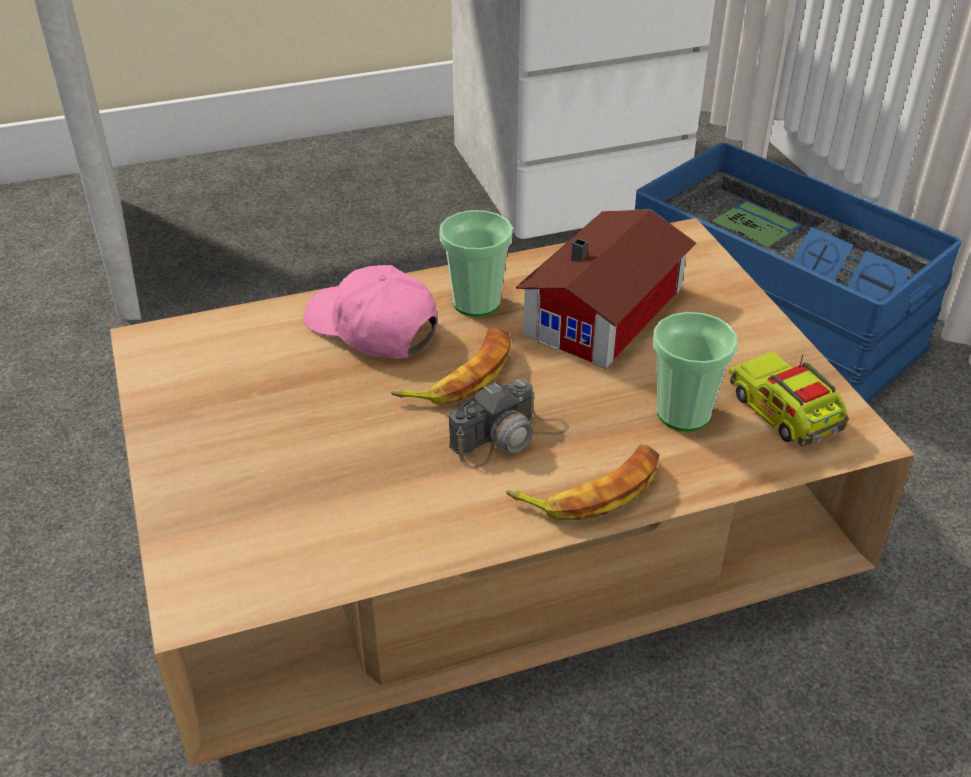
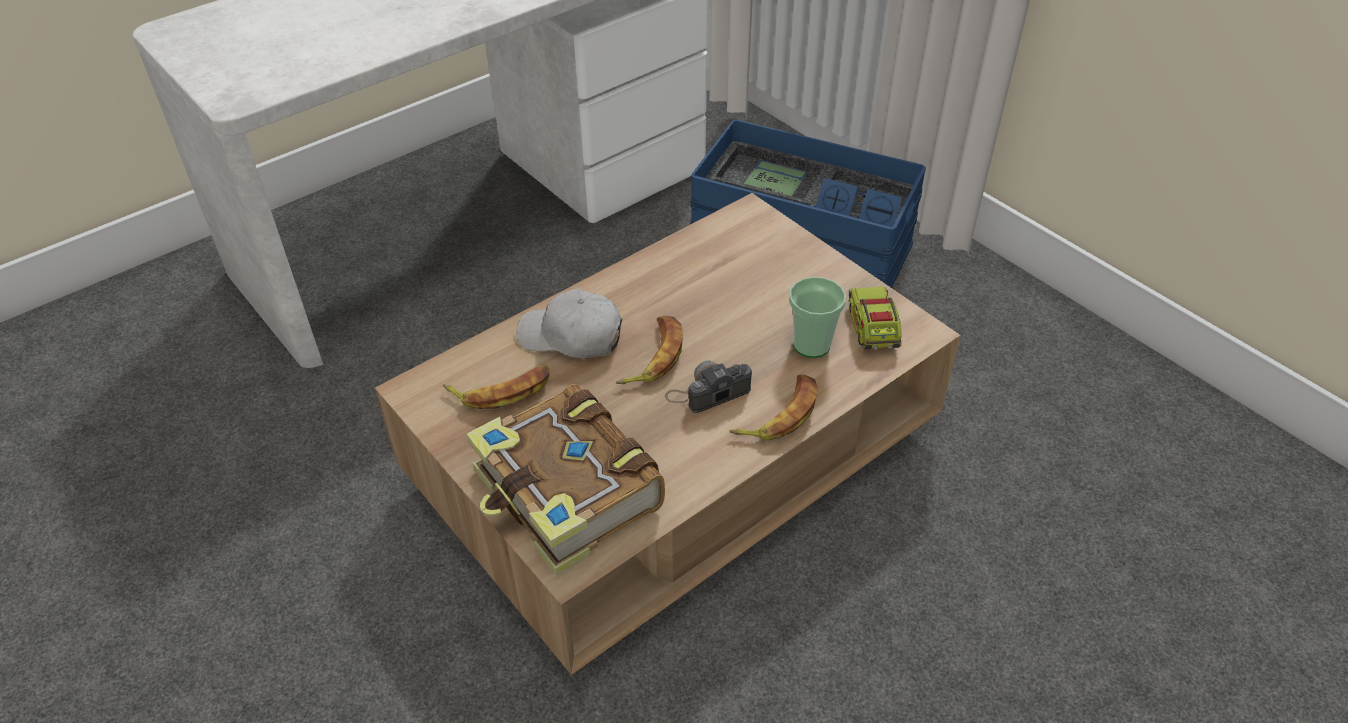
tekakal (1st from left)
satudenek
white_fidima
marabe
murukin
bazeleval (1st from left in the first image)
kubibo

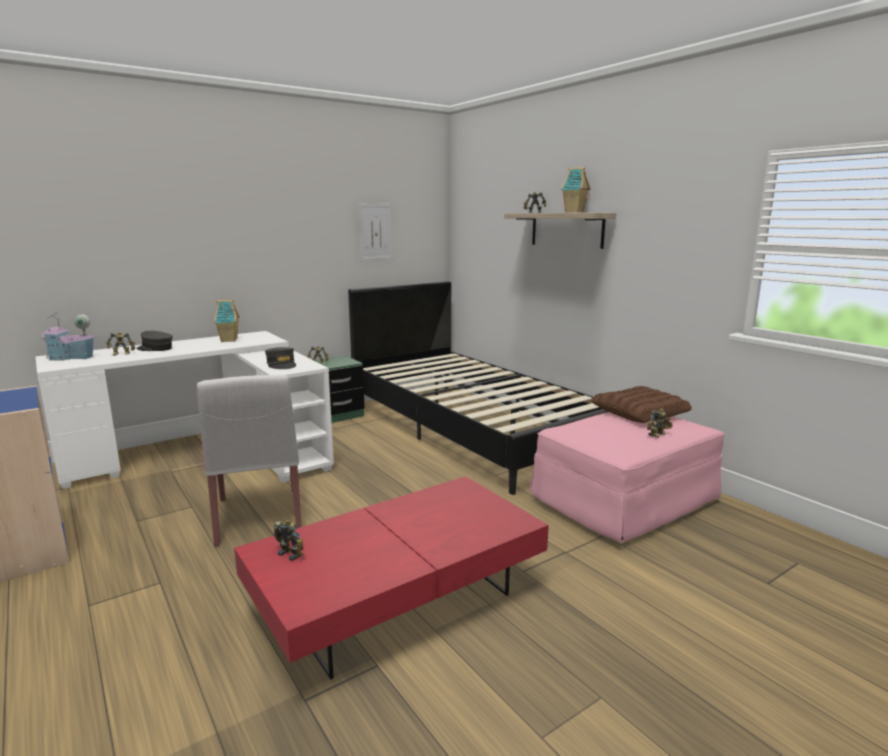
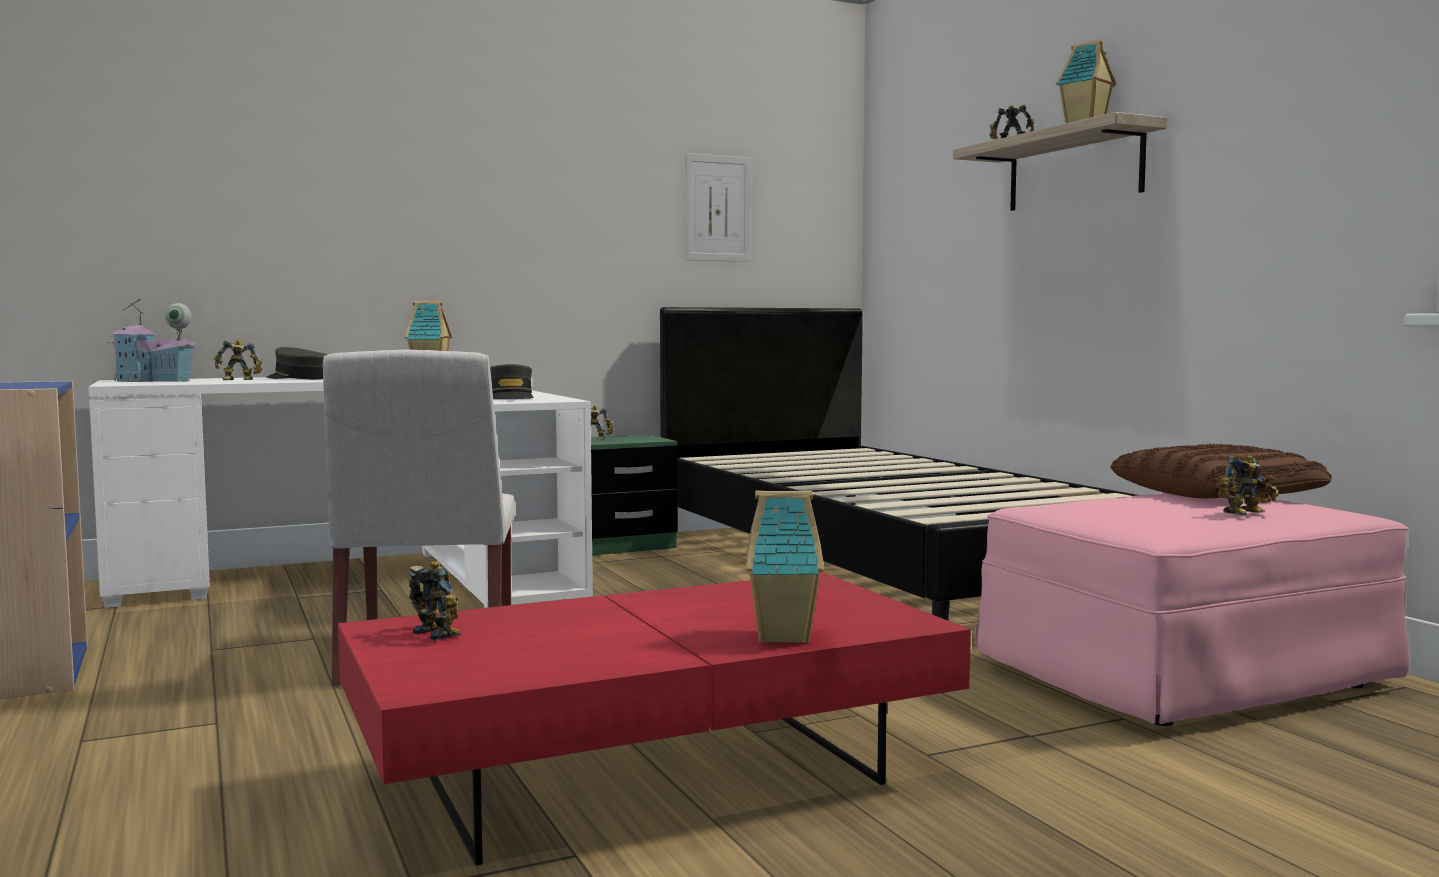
kubibo (3rd from left)

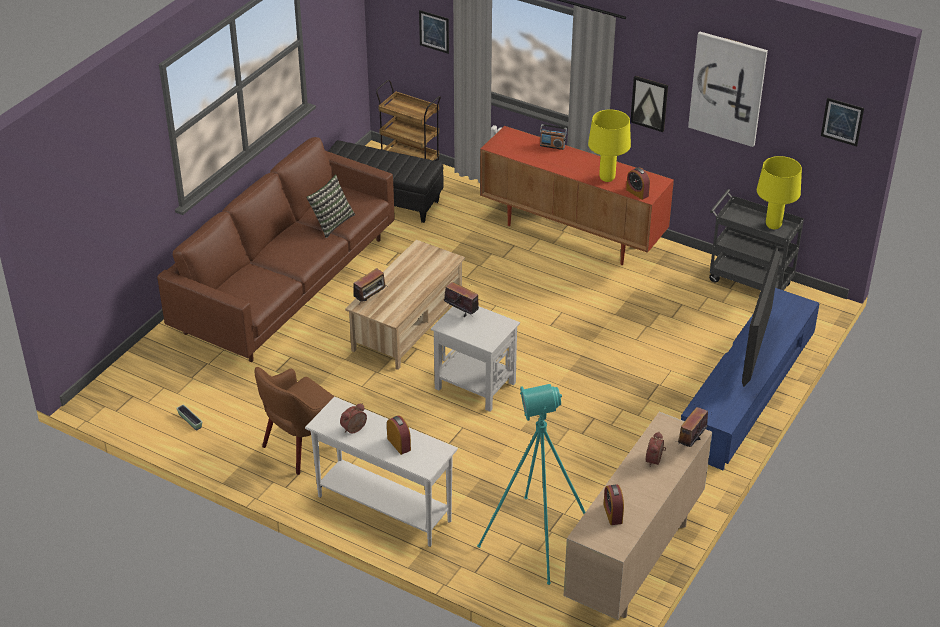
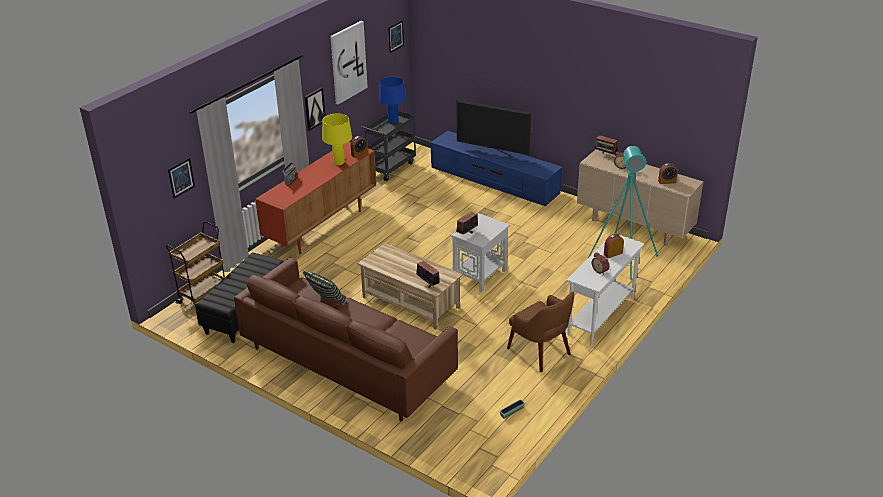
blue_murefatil

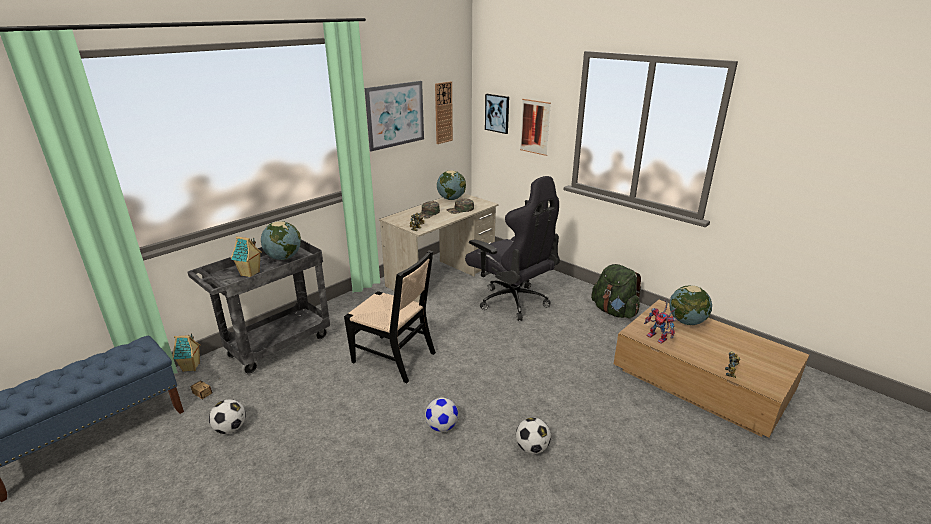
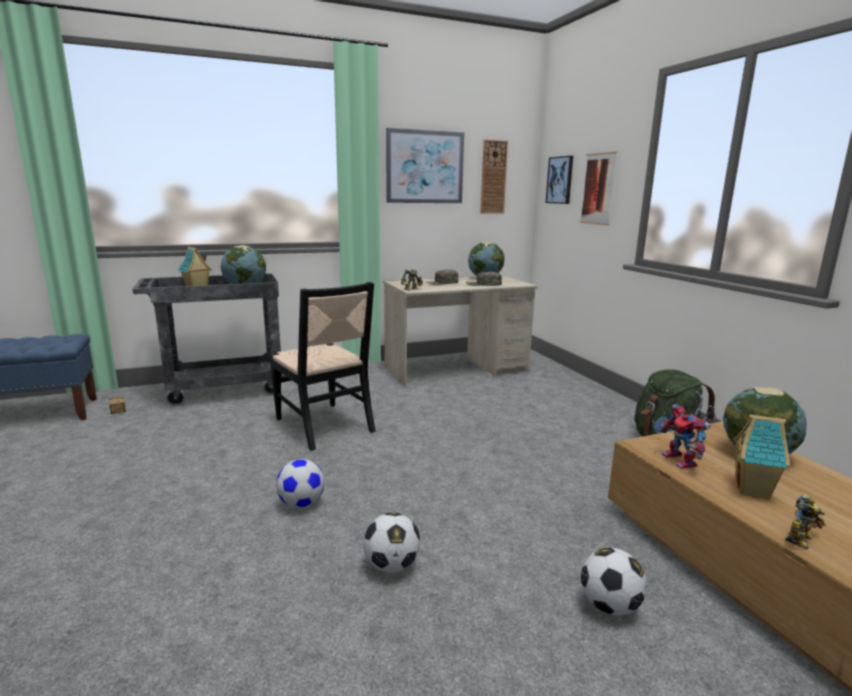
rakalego (3rd from left)
kubibo (2nd from left)
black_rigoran

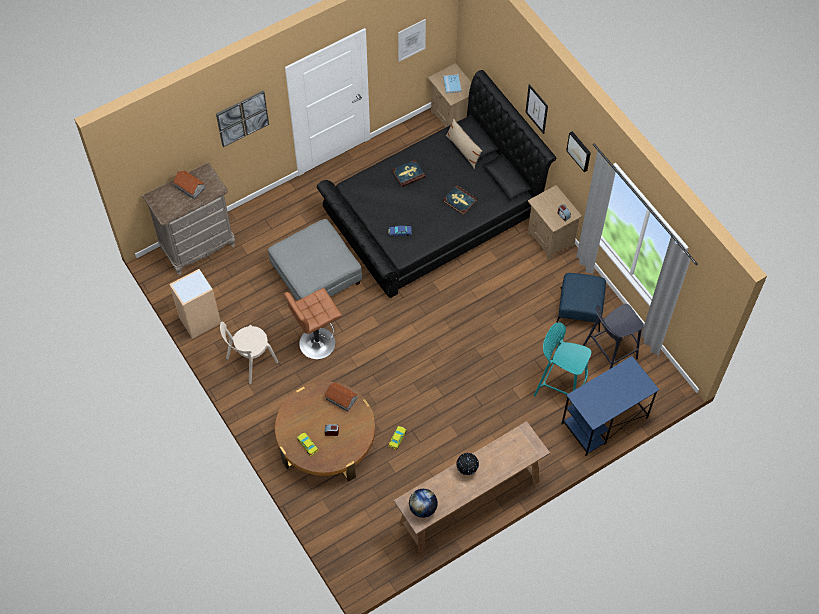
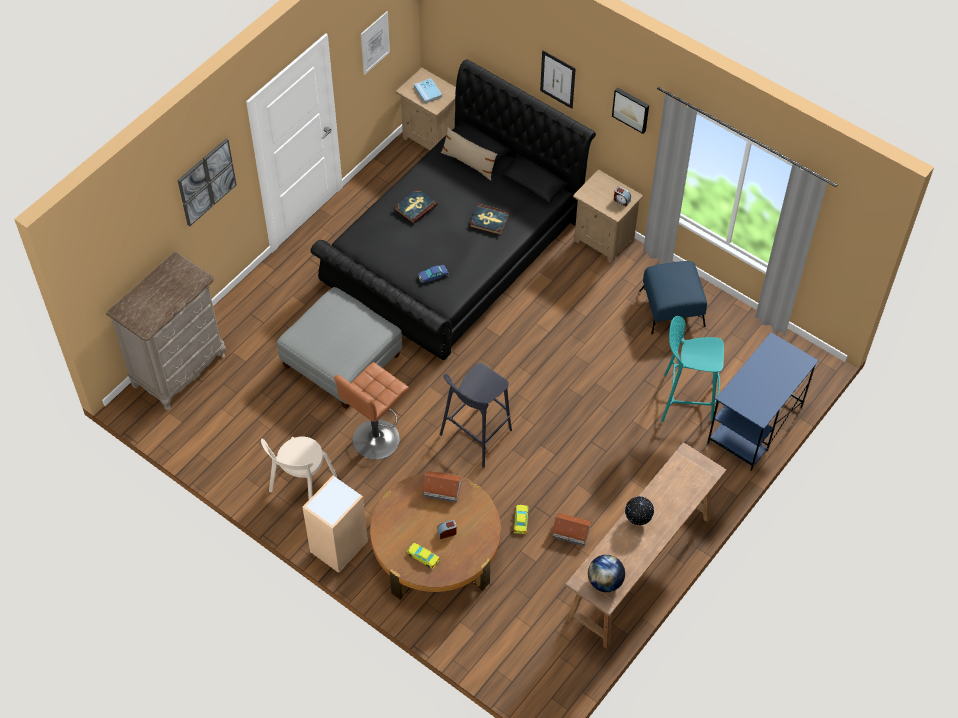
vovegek
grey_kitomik
kubibo (2nd from left)

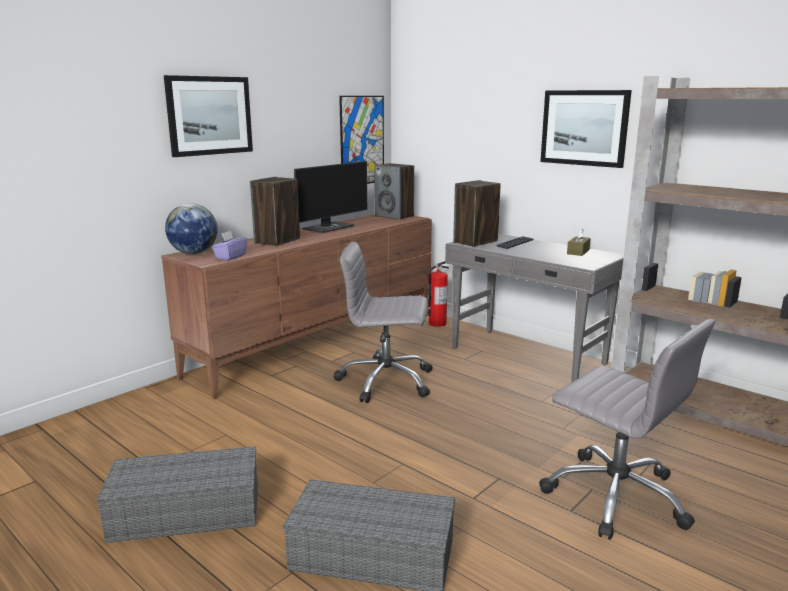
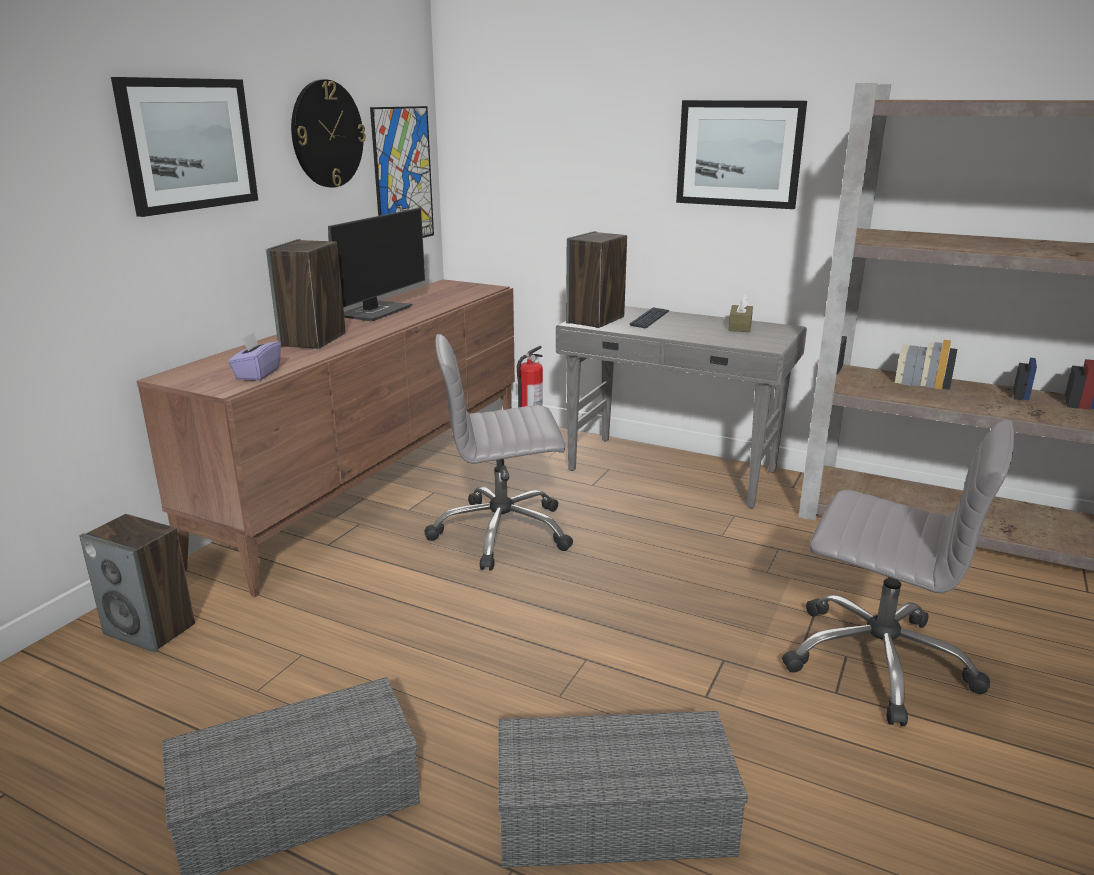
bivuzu (1st from left)
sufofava
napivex

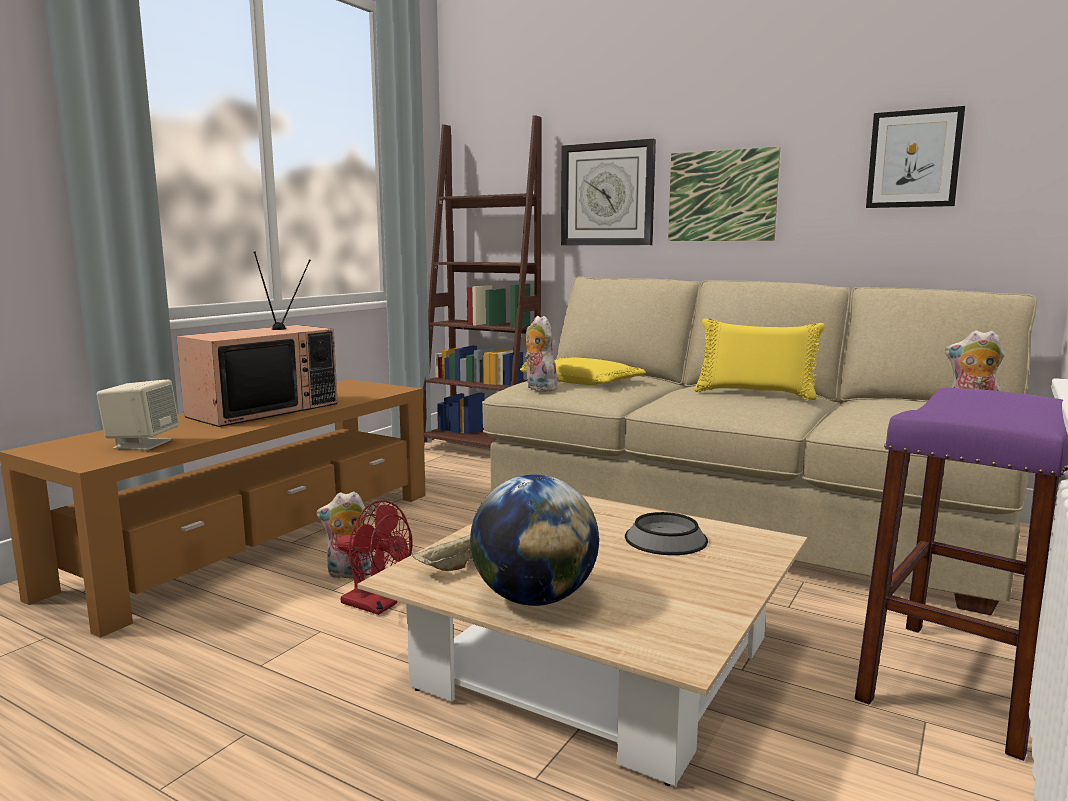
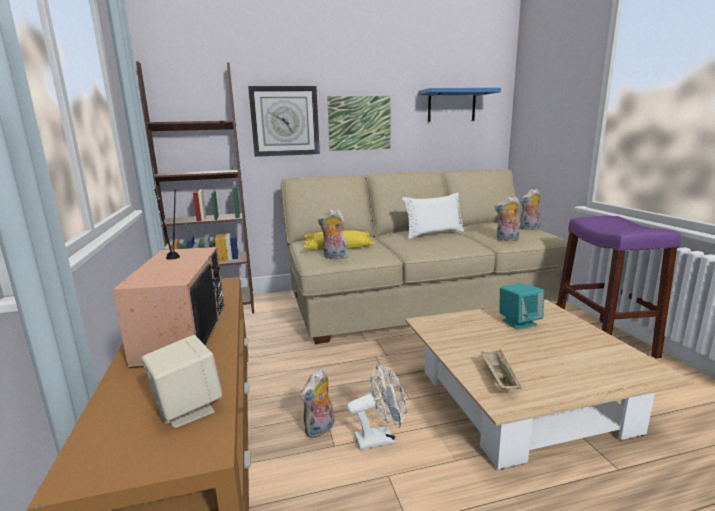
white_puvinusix
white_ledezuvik
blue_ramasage
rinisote (3rd from left)
turquoise_bivuzu
napivex

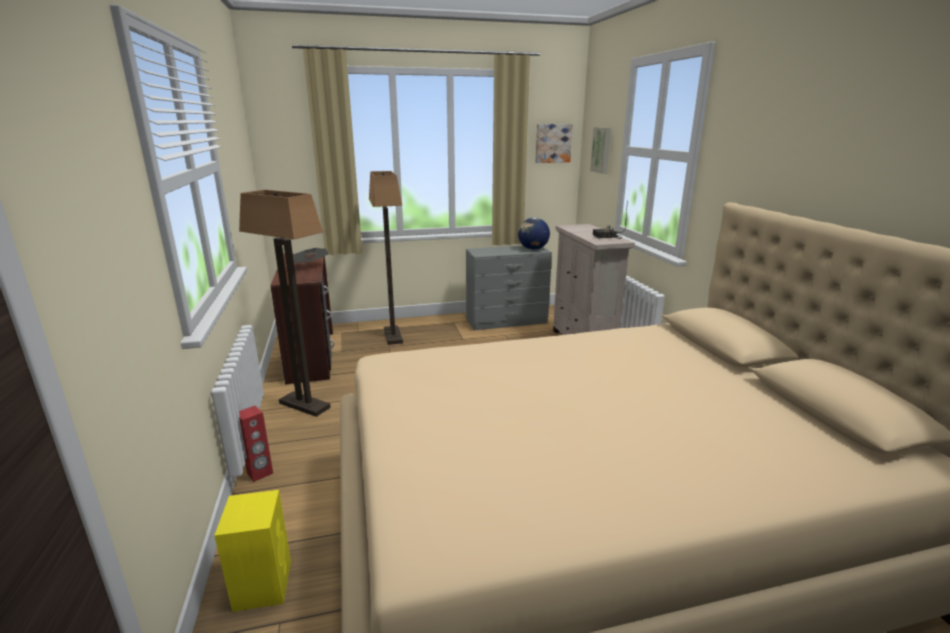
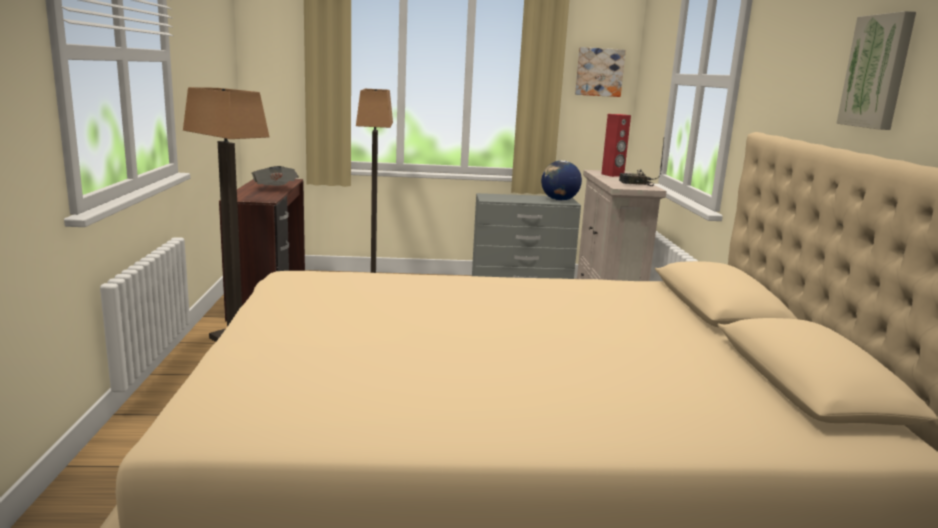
red_bivuzu
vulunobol (2nd from left)
yellow_bivuzu

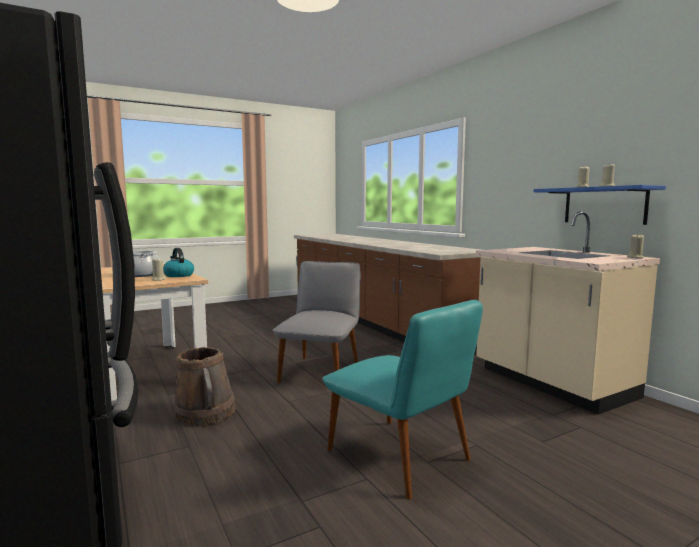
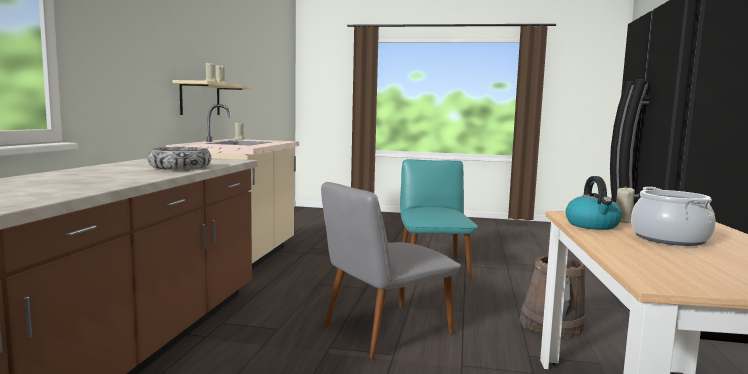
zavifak
beige_ramasage

